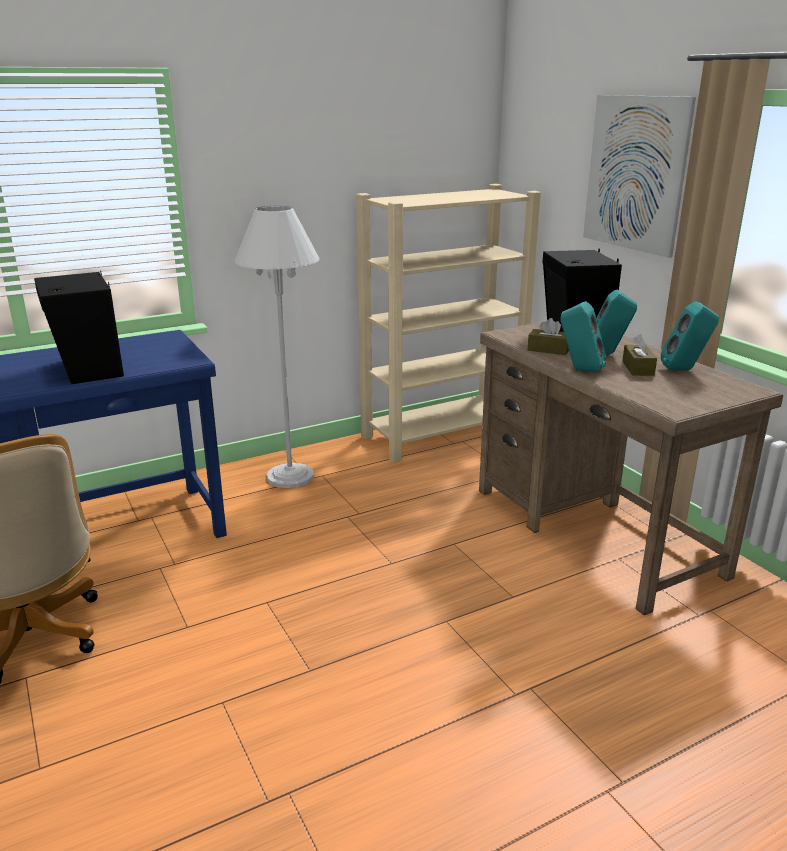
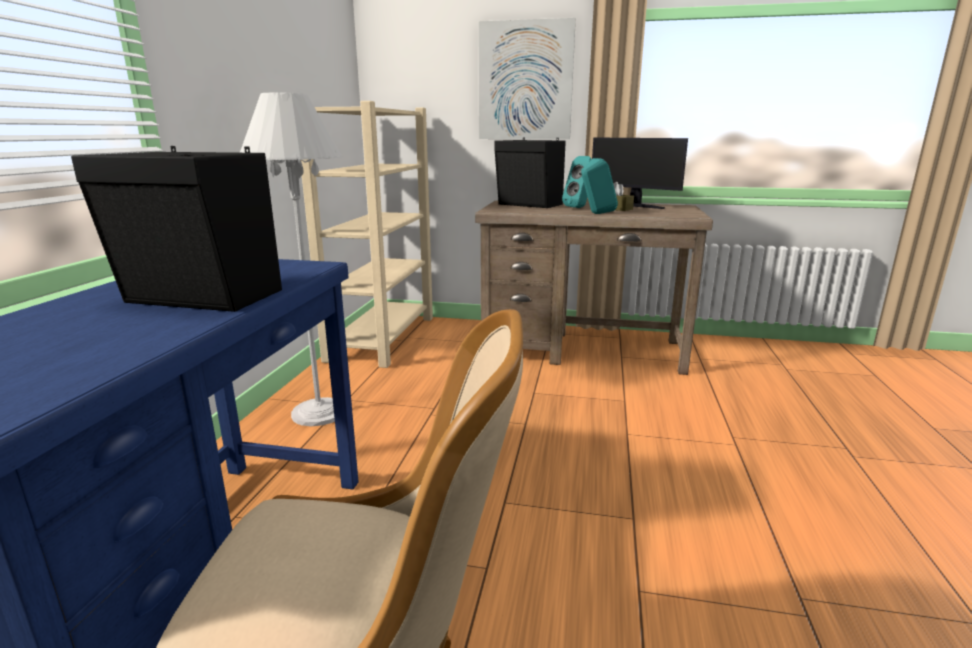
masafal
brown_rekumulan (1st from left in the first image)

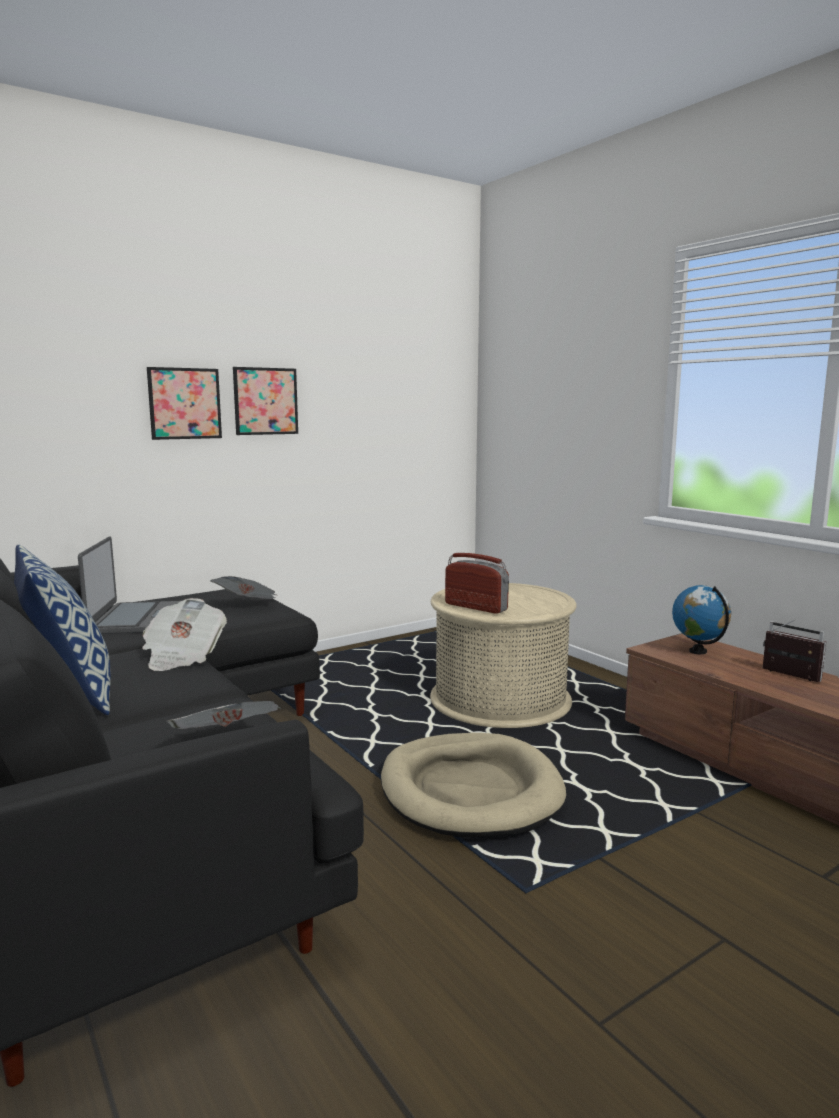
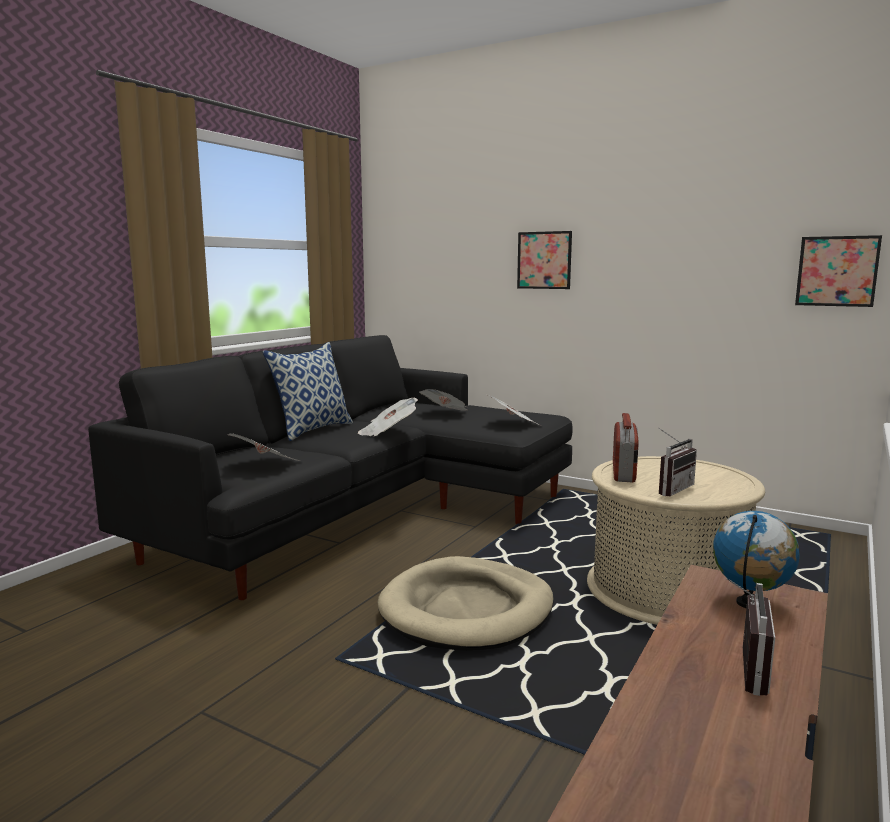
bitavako (3rd from left)
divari (2nd from left)
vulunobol (2nd from left)

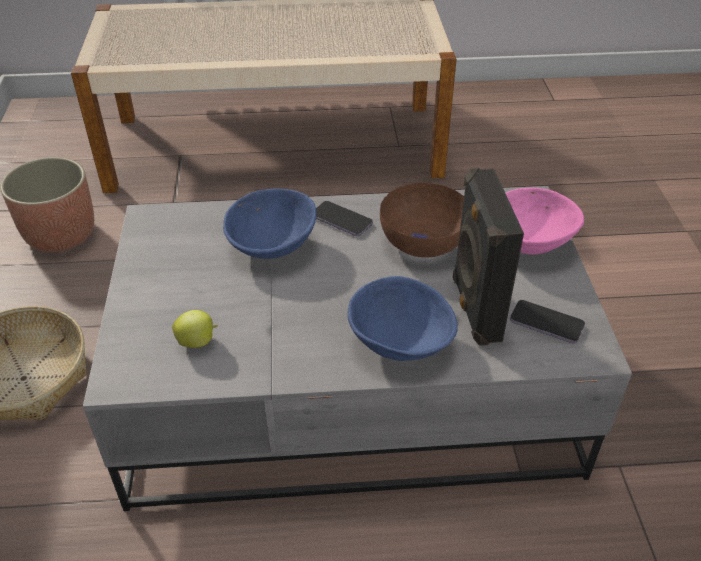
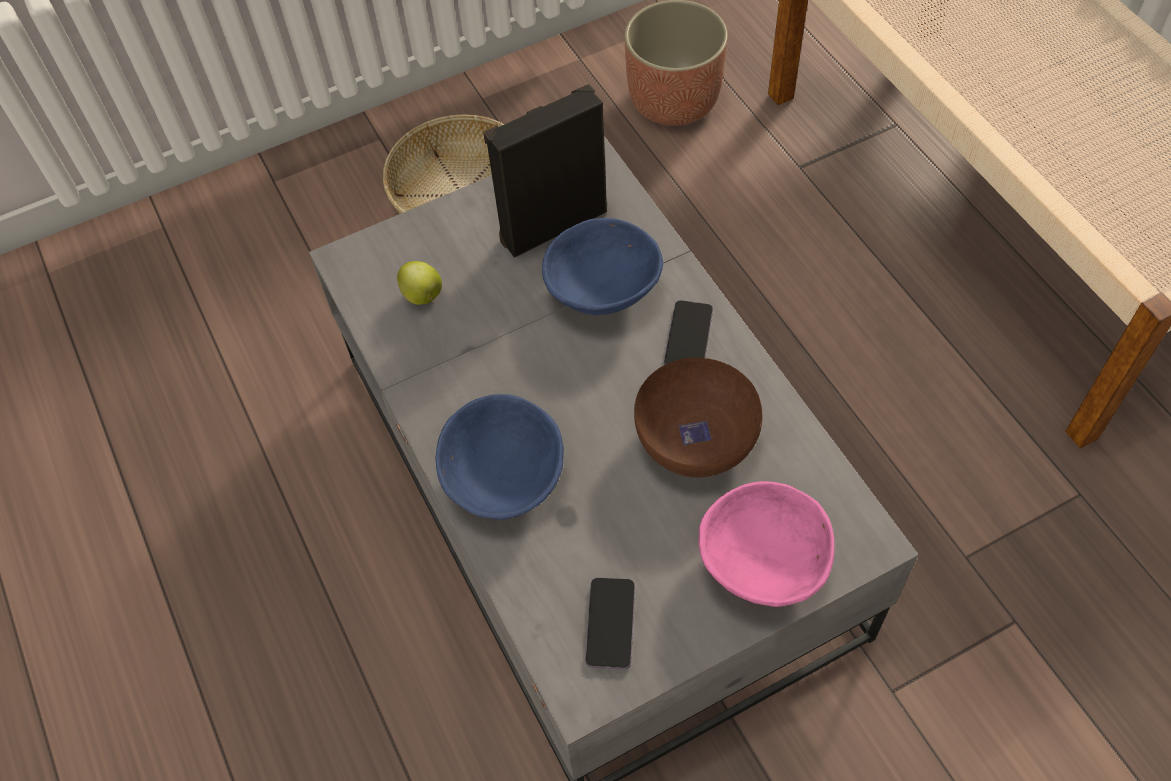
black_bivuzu

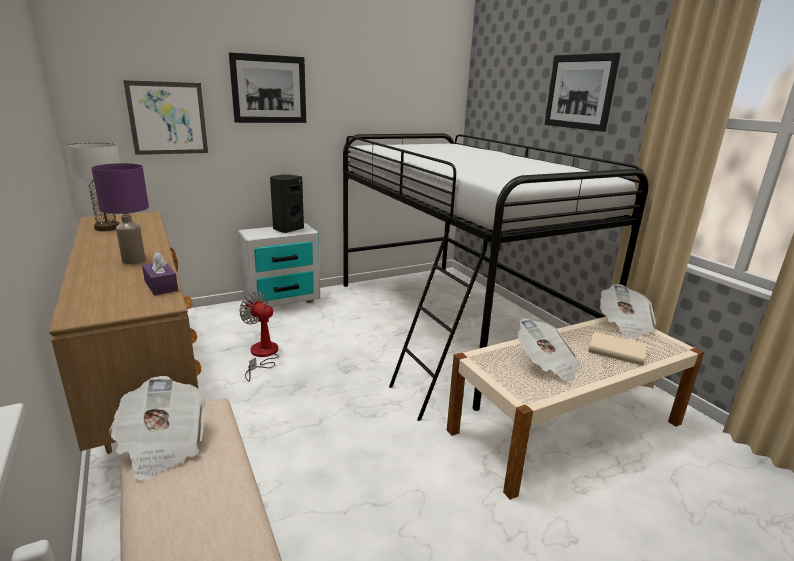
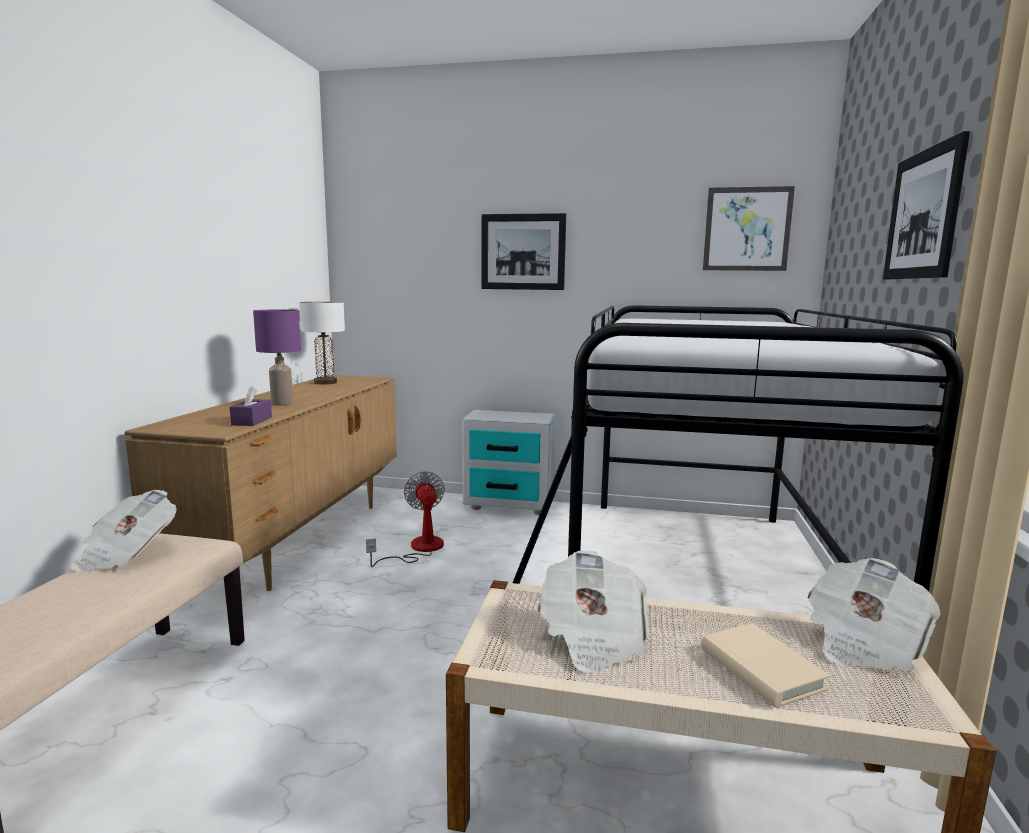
vulunobol (2nd from left)
black_bivuzu

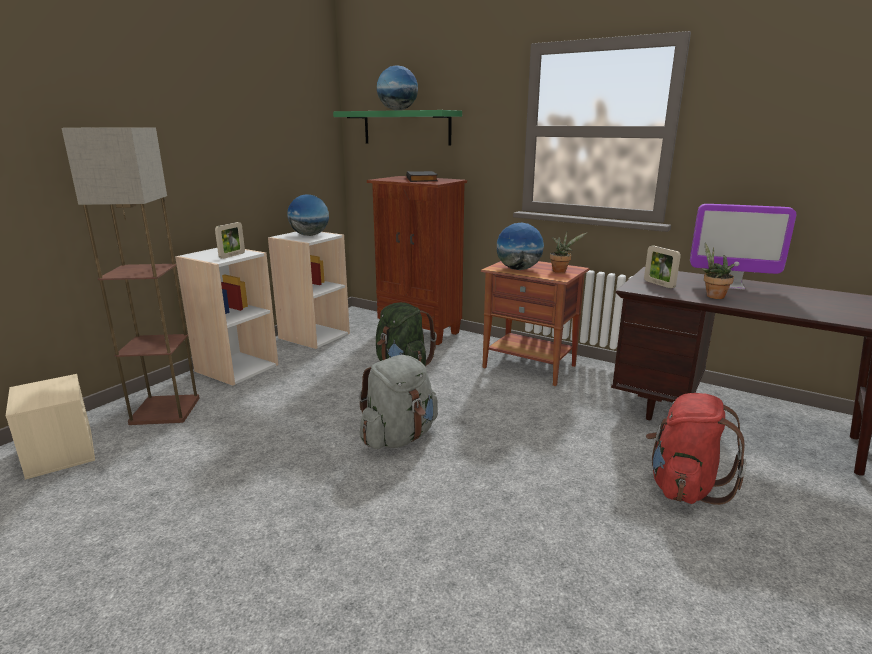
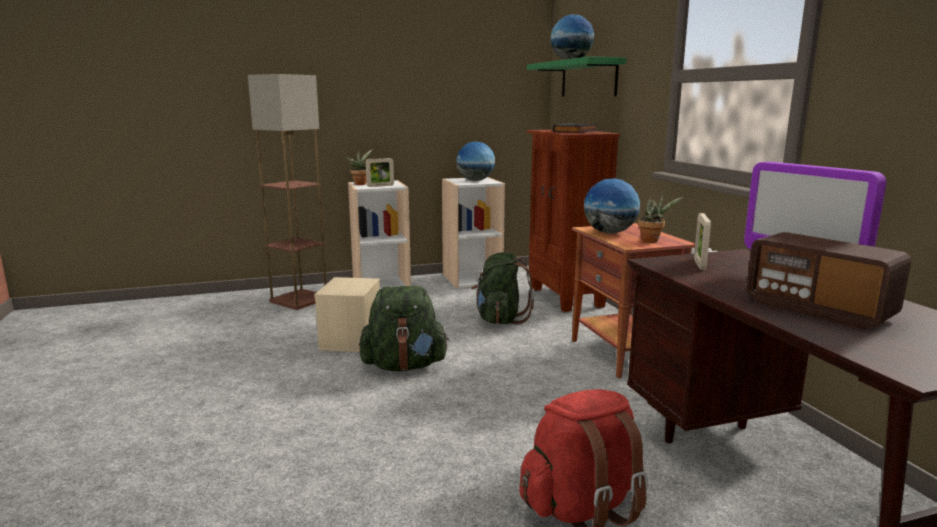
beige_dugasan
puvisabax (1st from left)
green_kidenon (1st from left)
divari

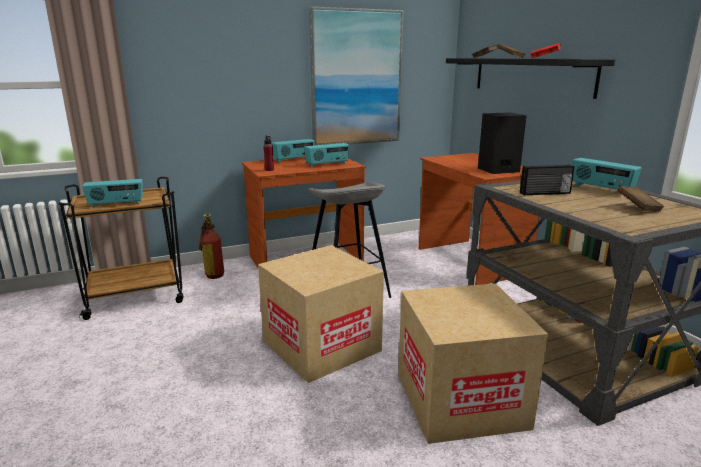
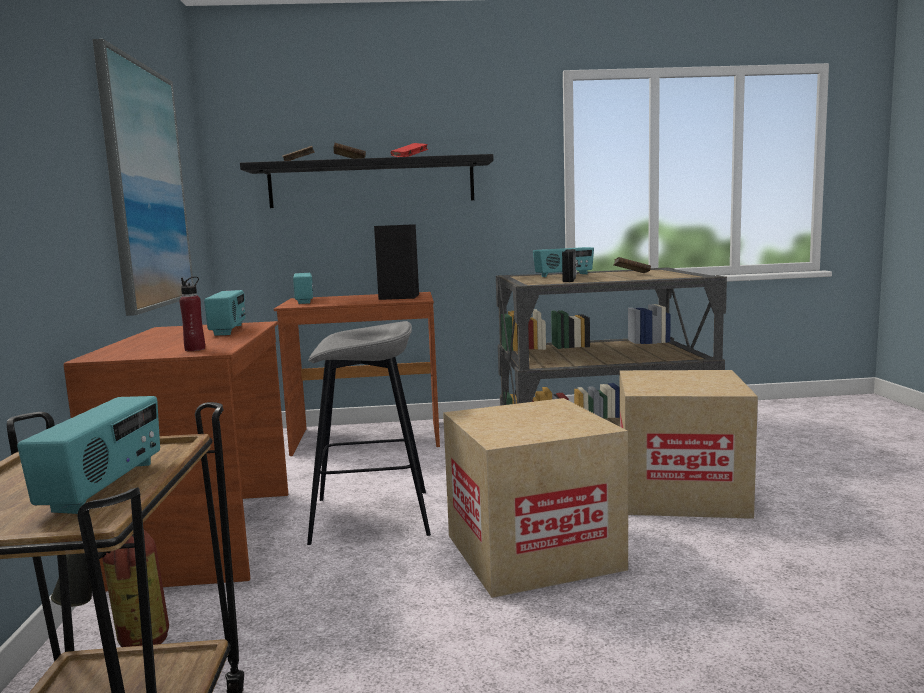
divari (3rd from left)

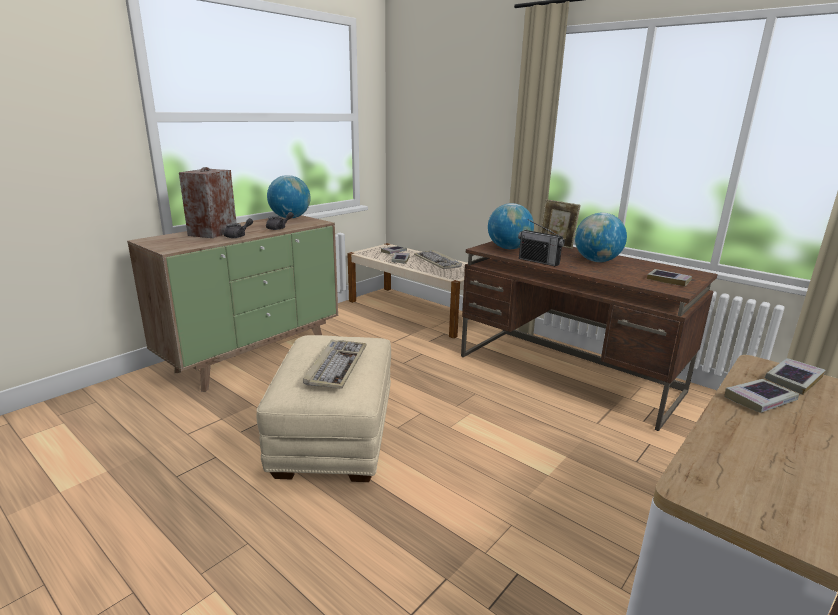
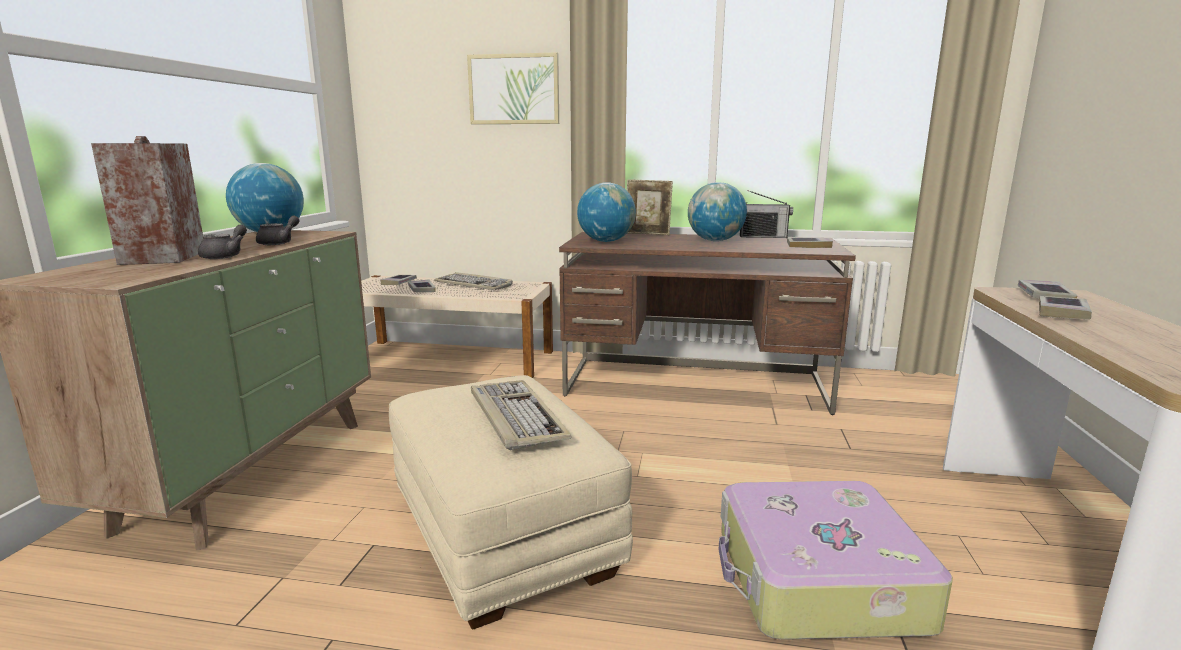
vulunobol
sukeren
divari

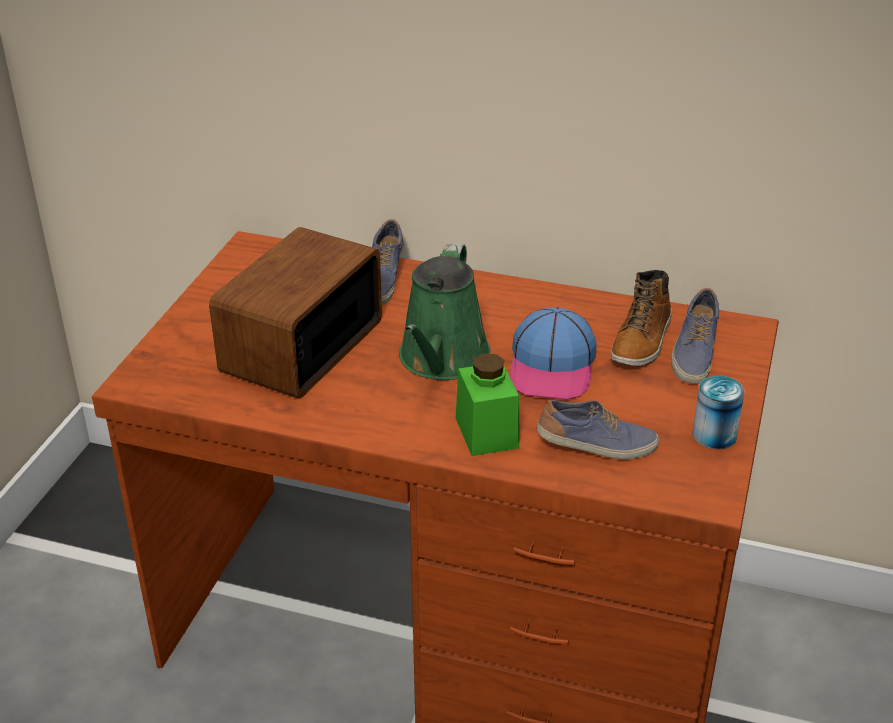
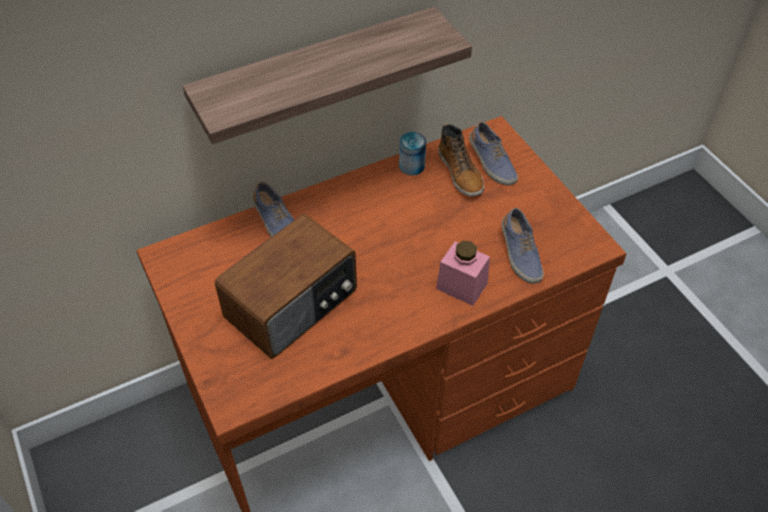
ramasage
divari
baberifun
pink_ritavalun
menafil (3rd from left)
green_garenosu
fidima

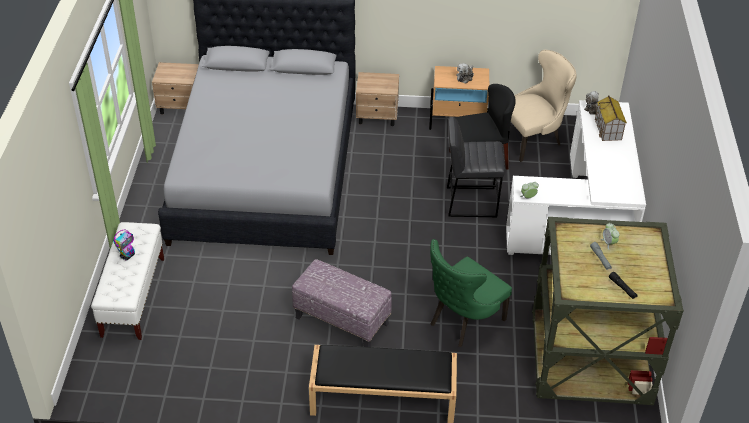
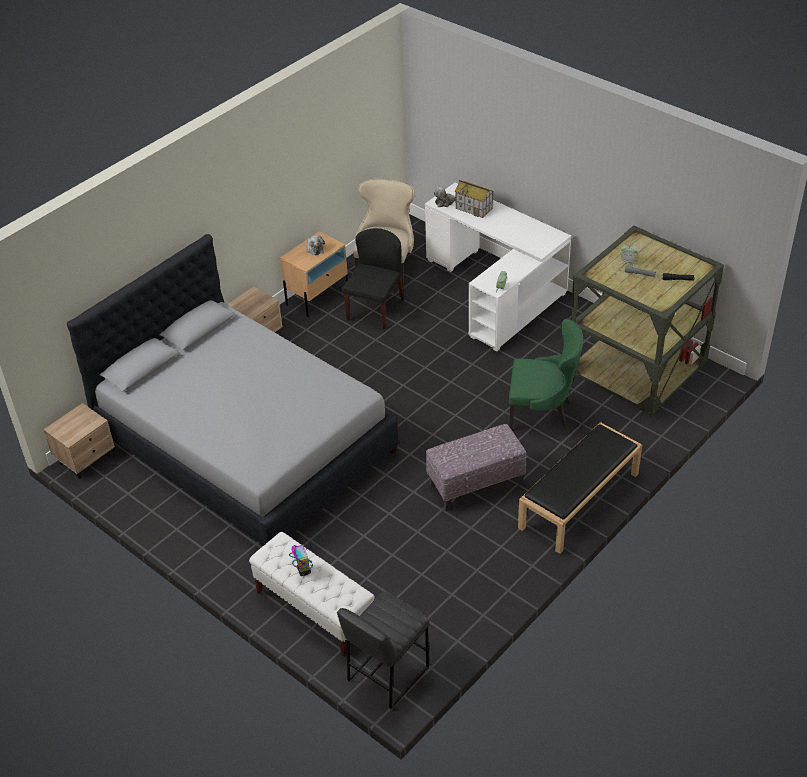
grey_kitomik
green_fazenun

